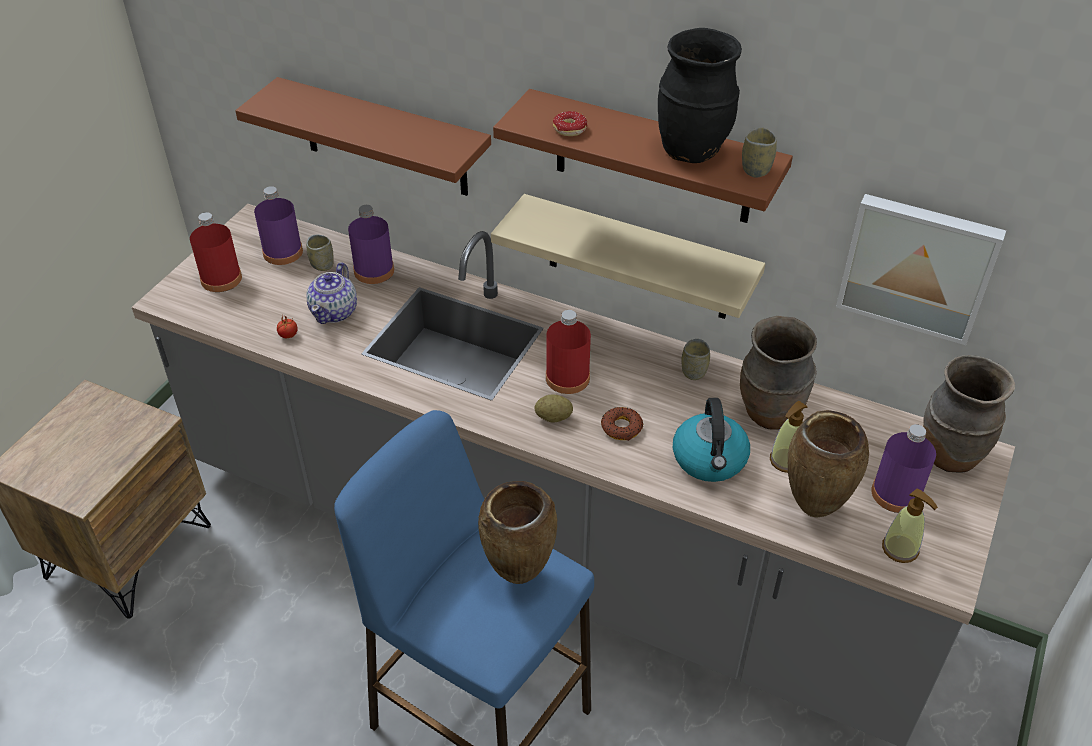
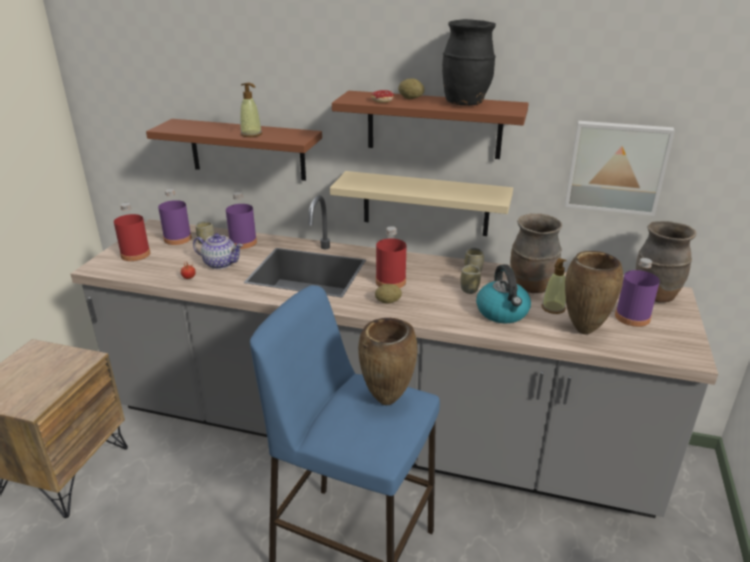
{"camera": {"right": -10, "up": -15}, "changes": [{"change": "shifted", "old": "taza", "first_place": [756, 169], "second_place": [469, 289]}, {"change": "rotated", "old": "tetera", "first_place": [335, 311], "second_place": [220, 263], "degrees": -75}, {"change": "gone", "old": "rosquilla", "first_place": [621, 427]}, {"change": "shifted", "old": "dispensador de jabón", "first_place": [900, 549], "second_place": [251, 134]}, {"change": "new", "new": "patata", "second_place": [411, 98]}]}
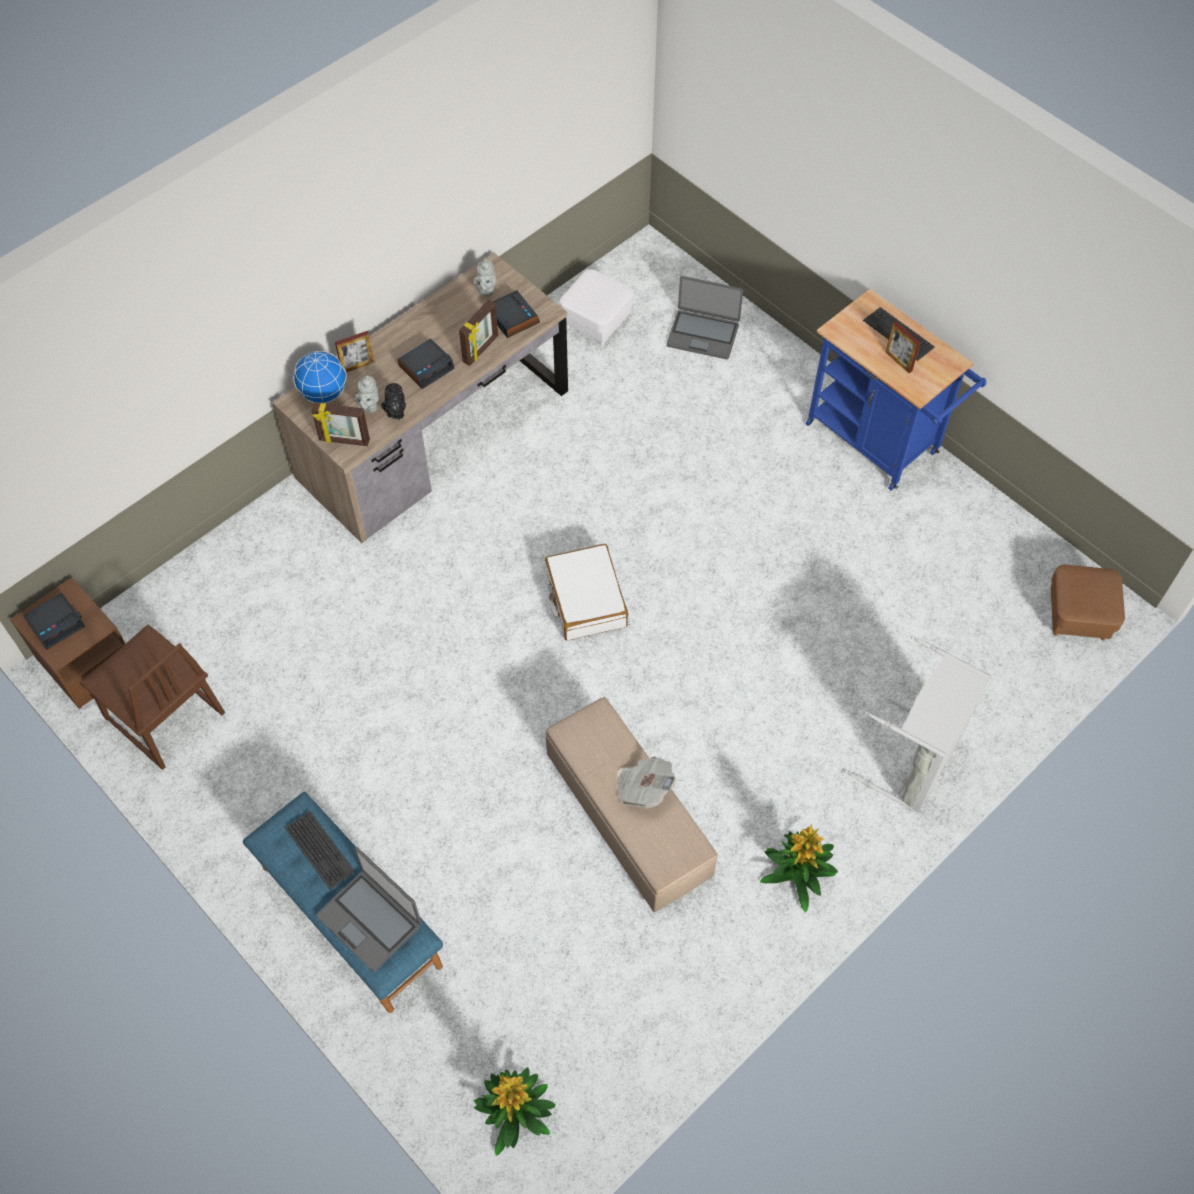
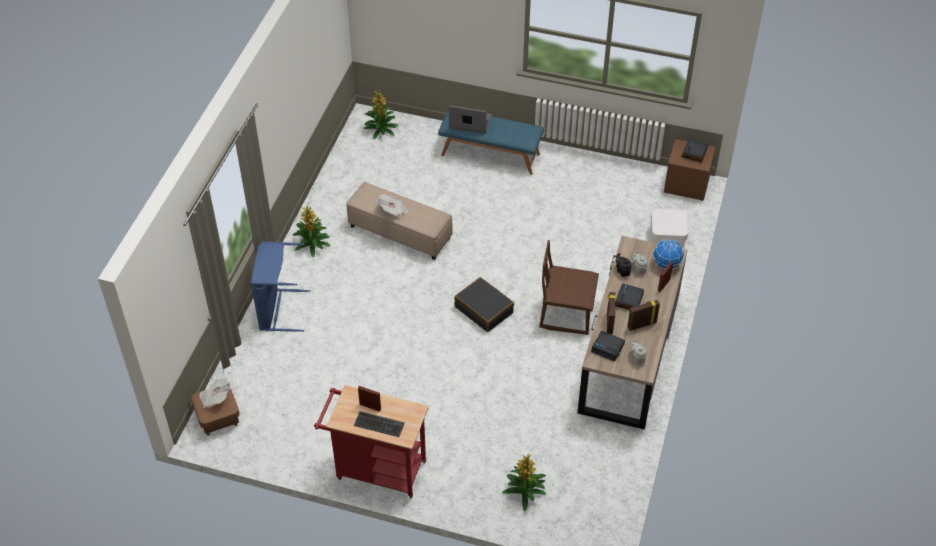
{"camera": {"right": 150, "up": -10}, "changes": [{"change": "shifted", "old": "puf [blanco]", "first_place": [596, 322], "second_place": [667, 238]}, {"change": "swapped", "old": "portátil", "new": "planta en maceta", "first_place": [703, 334], "second_place": [524, 491]}, {"change": "repainted", "old": "carrito [azul]", "new": "carrito [rojo]", "first_place": [878, 443], "second_place": [376, 469]}, {"change": "shifted", "old": "portarretratos", "first_place": [344, 441], "second_place": [641, 324]}, {"change": "repainted", "old": "maleta [blanco]", "new": "maleta [negro]", "first_place": [585, 600], "second_place": [484, 309]}, {"change": "shifted", "old": "silla [marrón]", "first_place": [164, 717], "second_place": [566, 313]}, {"change": "repainted", "old": "cesto de la ropa [gris]", "new": "cesto de la ropa [azul]", "first_place": [914, 762], "second_place": [278, 310]}, {"change": "gone", "old": "teclado", "first_place": [319, 850]}, {"change": "new", "new": "periódico", "second_place": [215, 398]}]}
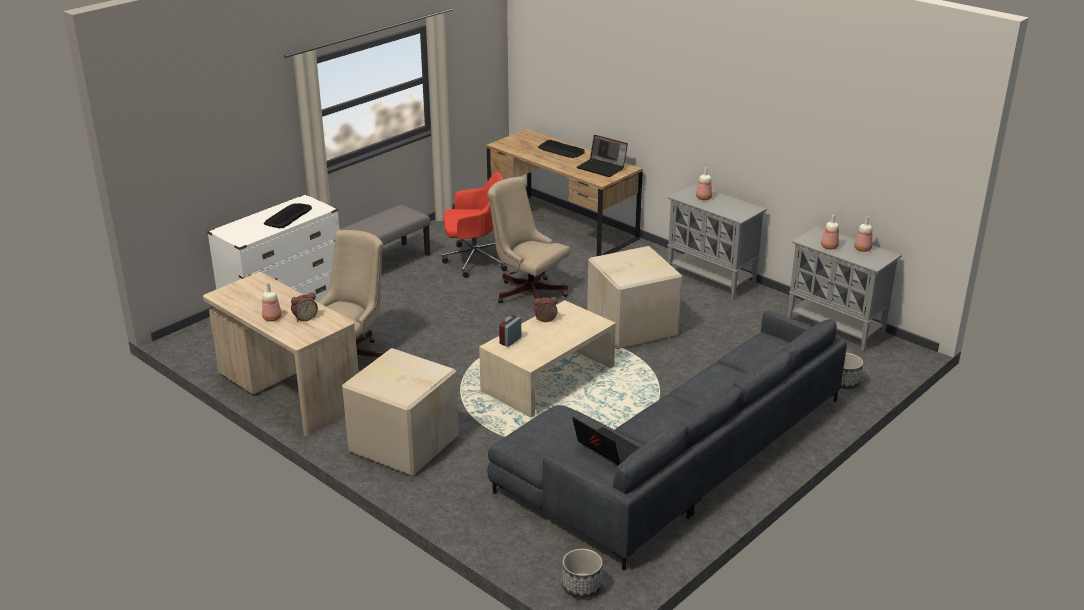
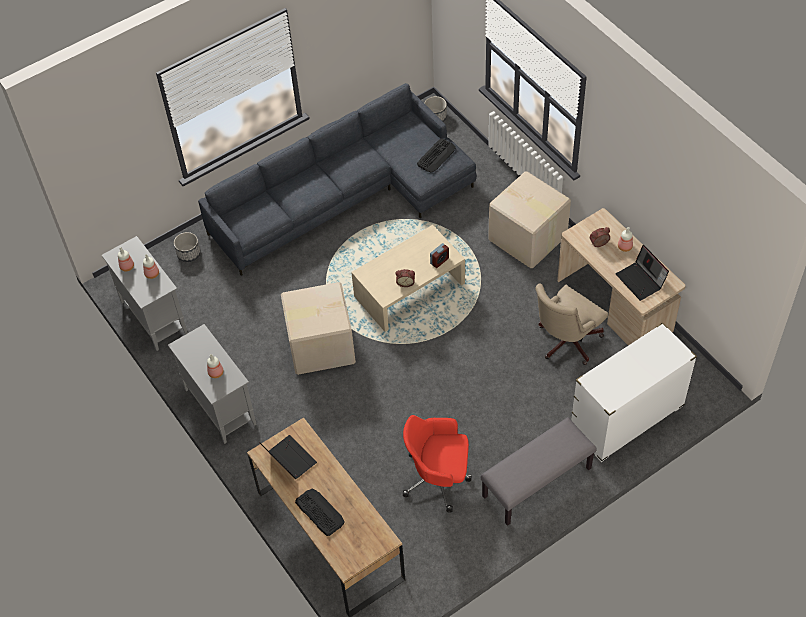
{"camera": {"right": -165, "up": 25}, "changes": [{"change": "gone", "old": "silla de oficina [beis]", "first_place": [527, 292]}, {"change": "shifted", "old": "teclado", "first_place": [287, 216], "second_place": [436, 156]}, {"change": "shifted", "old": "portátil", "first_place": [606, 449], "second_place": [641, 281]}]}
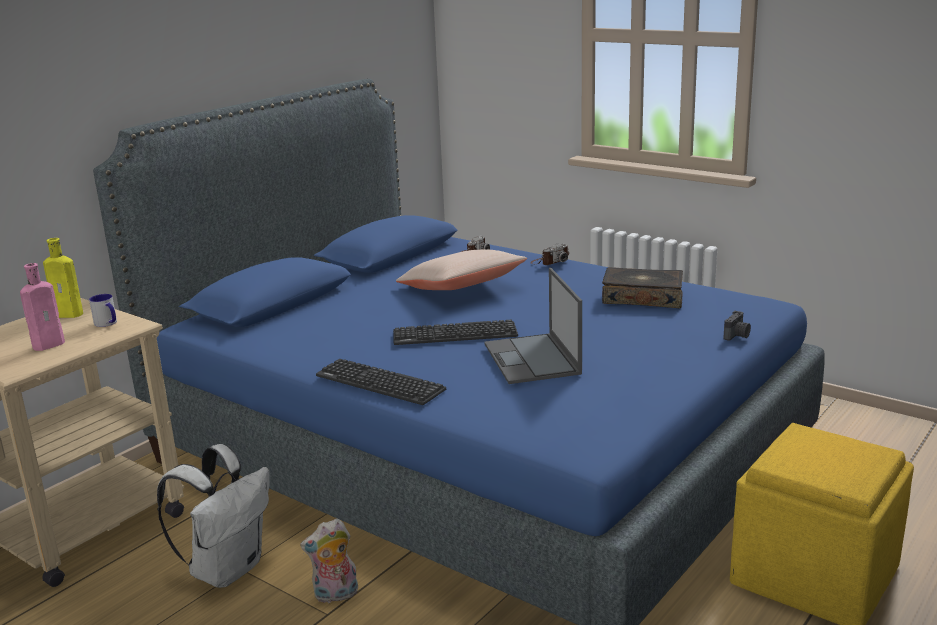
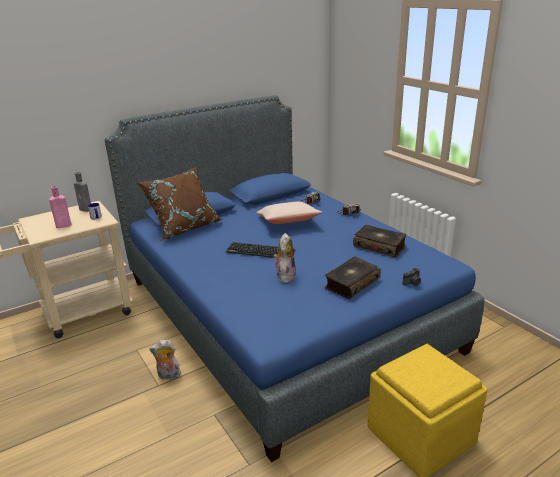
{"camera": {"right": 20, "up": 5}, "changes": [{"change": "repainted", "old": "botella [amarillo]", "new": "botella [gris]", "first_place": [70, 314], "second_place": [86, 209]}, {"change": "swapped", "old": "portátil", "new": "peluche", "first_place": [532, 359], "second_place": [285, 276]}, {"change": "gone", "old": "teclado", "first_place": [379, 383]}, {"change": "gone", "old": "mochila [blanco]", "first_place": [227, 569]}, {"change": "new", "new": "cojín [marrón]", "second_place": [184, 227]}, {"change": "new", "new": "libro", "second_place": [351, 283]}]}
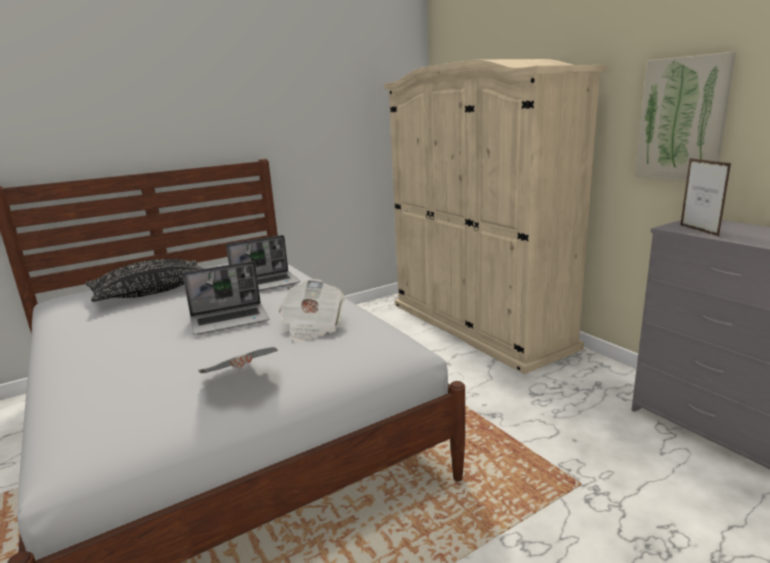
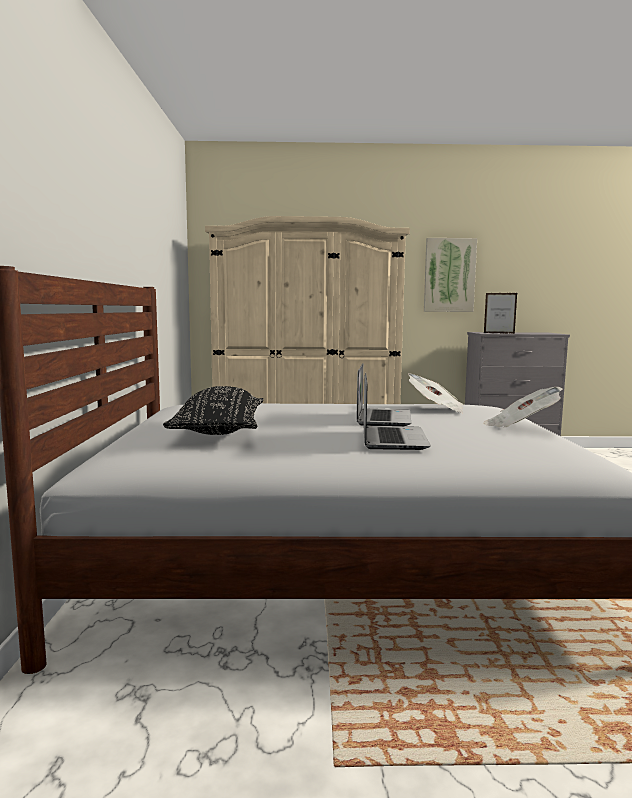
{"camera": {"right": -60, "up": -10}, "changes": [{"change": "shifted", "old": "portátil", "first_place": [266, 284], "second_place": [392, 439]}]}
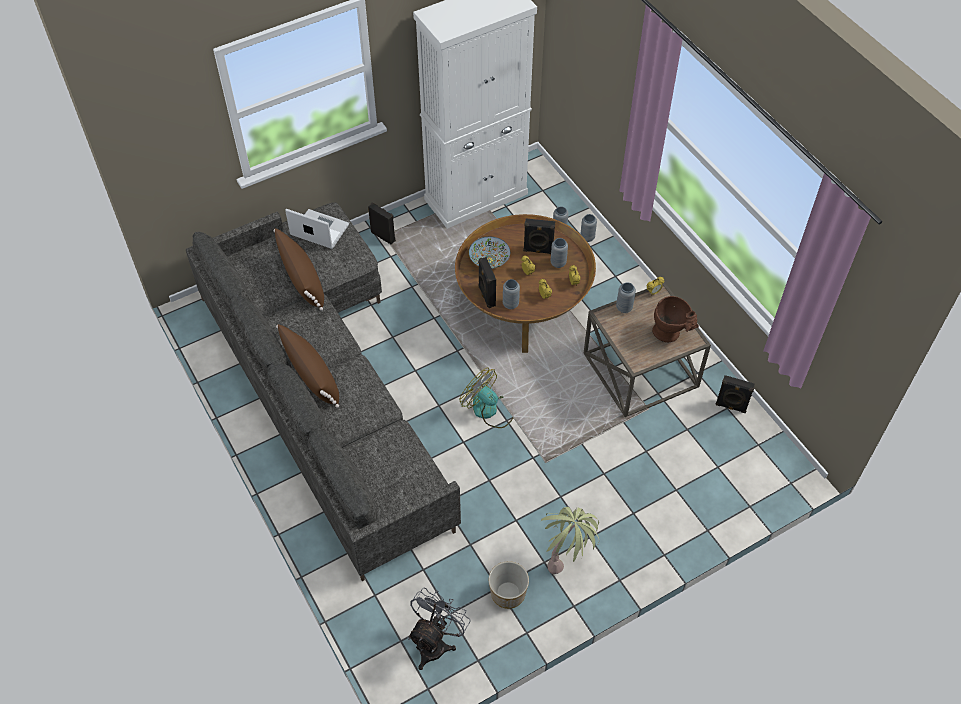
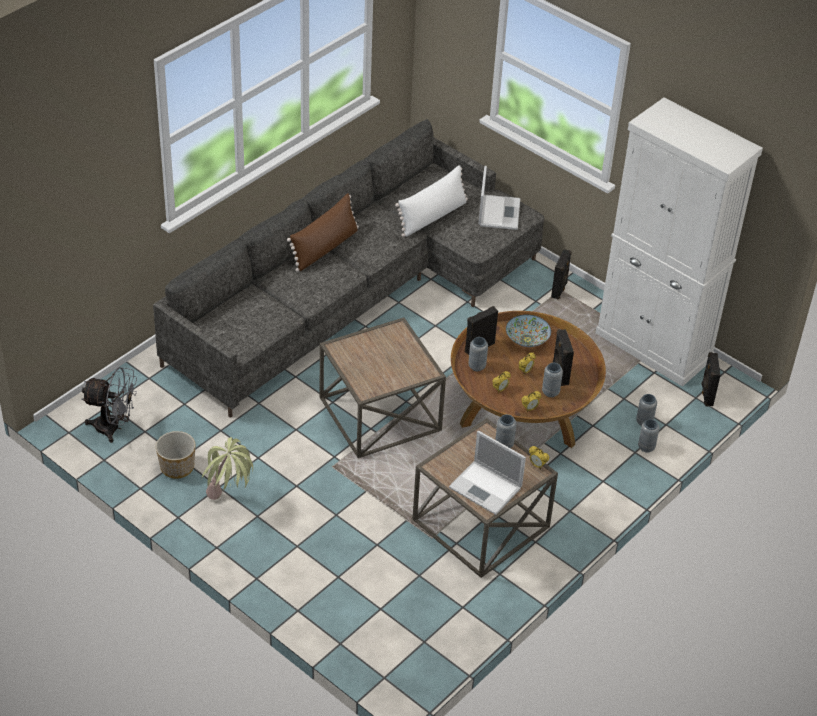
{"camera": {"right": 70, "up": -10}, "changes": [{"change": "repainted", "old": "cojín [marrón]", "new": "cojín [blanco]", "first_place": [302, 280], "second_place": [432, 216]}, {"change": "swapped", "old": "florero [marrón]", "new": "portátil", "first_place": [671, 334], "second_place": [486, 488]}, {"change": "swapped", "old": "ventilador", "new": "mesa auxiliar [marrón]", "first_place": [490, 409], "second_place": [379, 413]}, {"change": "shifted", "old": "altavoz [negro]", "first_place": [730, 407], "second_place": [706, 395]}]}
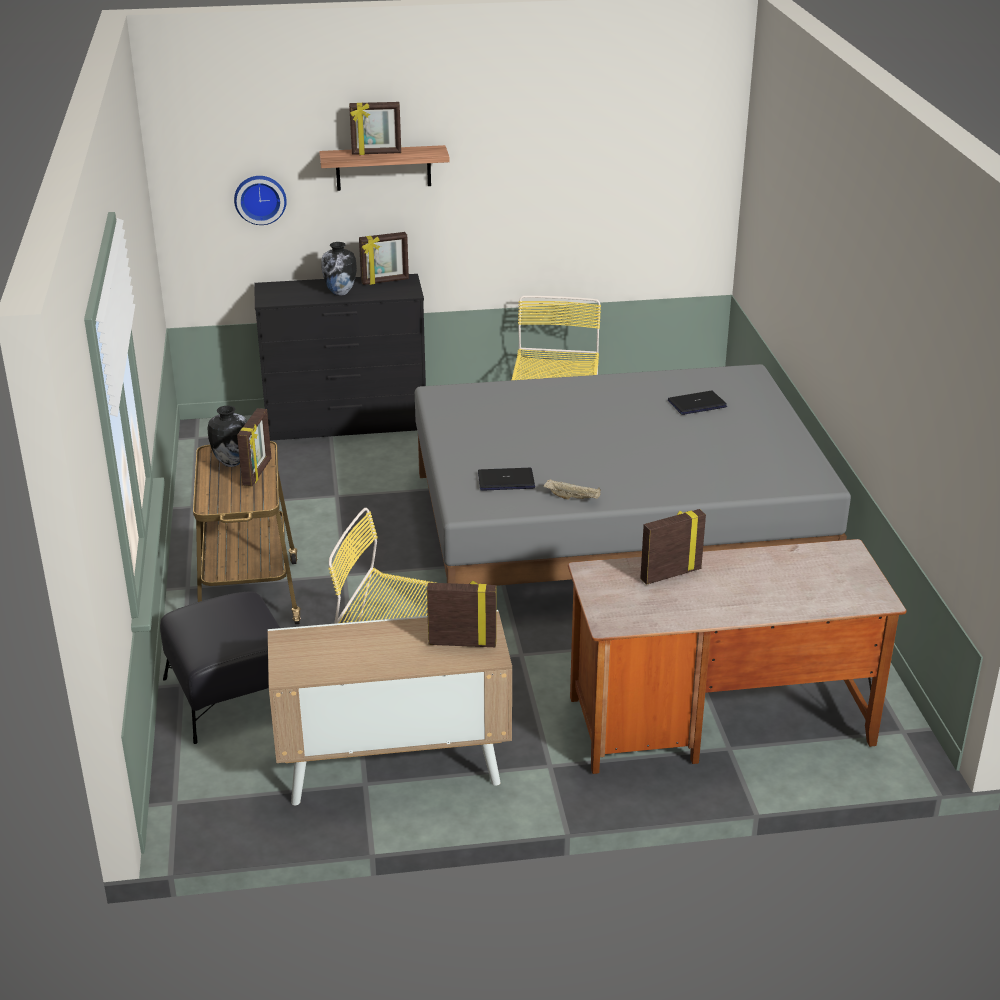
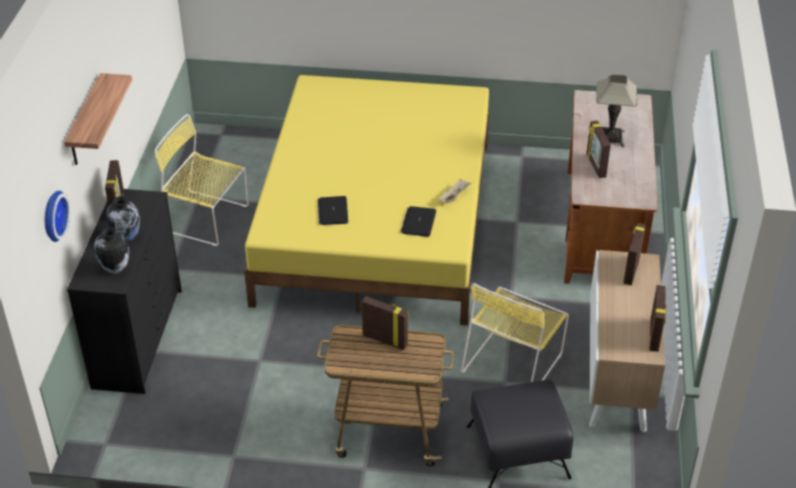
{"camera": {"right": -75, "up": 10}, "changes": [{"change": "shifted", "old": "portarretratos", "first_place": [376, 153], "second_place": [655, 335]}, {"change": "repainted", "old": "cama [gris]", "new": "cama [amarillo]", "first_place": [615, 530], "second_place": [377, 221]}, {"change": "shifted", "old": "portátil", "first_place": [697, 404], "second_place": [333, 211]}, {"change": "shifted", "old": "florero", "first_place": [231, 462], "second_place": [115, 269]}, {"change": "new", "new": "lámpara de mesa", "second_place": [610, 137]}]}
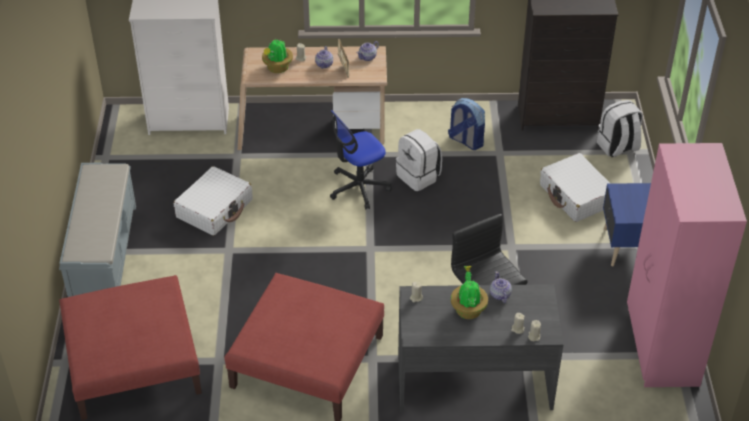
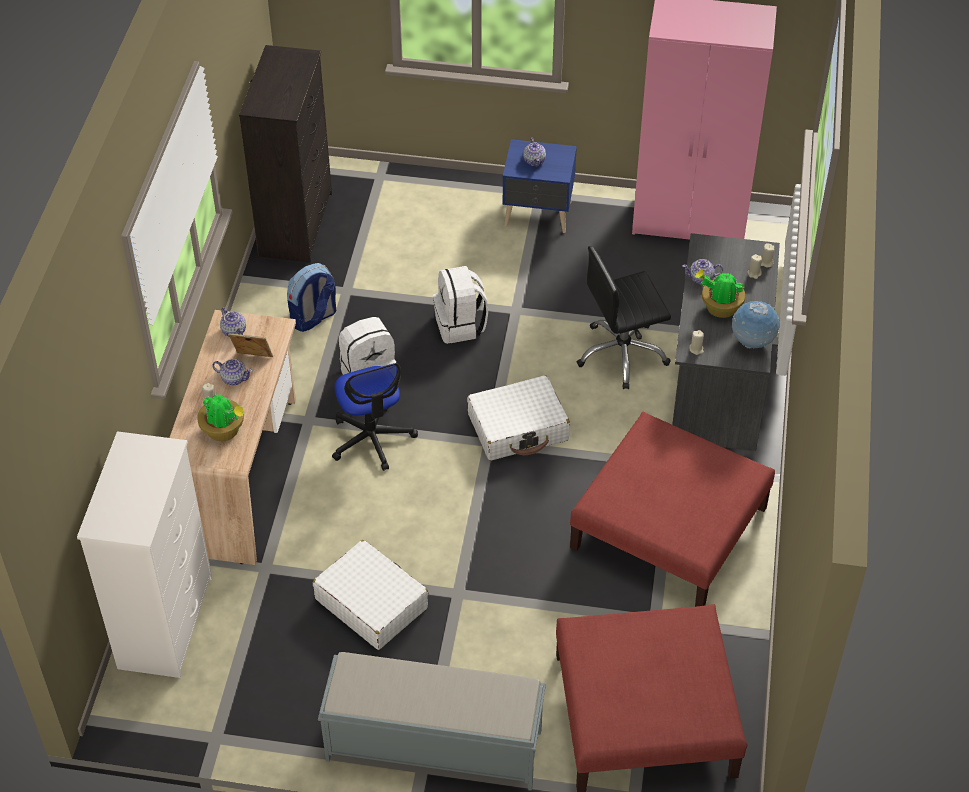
{"camera": {"right": -80, "up": 5}, "changes": [{"change": "shifted", "old": "mochila [blanco]", "first_place": [617, 147], "second_place": [460, 325]}, {"change": "shifted", "old": "maleta [blanco]", "first_place": [576, 196], "second_place": [518, 428]}, {"change": "new", "new": "tetera", "second_place": [534, 160]}, {"change": "new", "new": "globo terráqueo", "second_place": [752, 342]}]}
